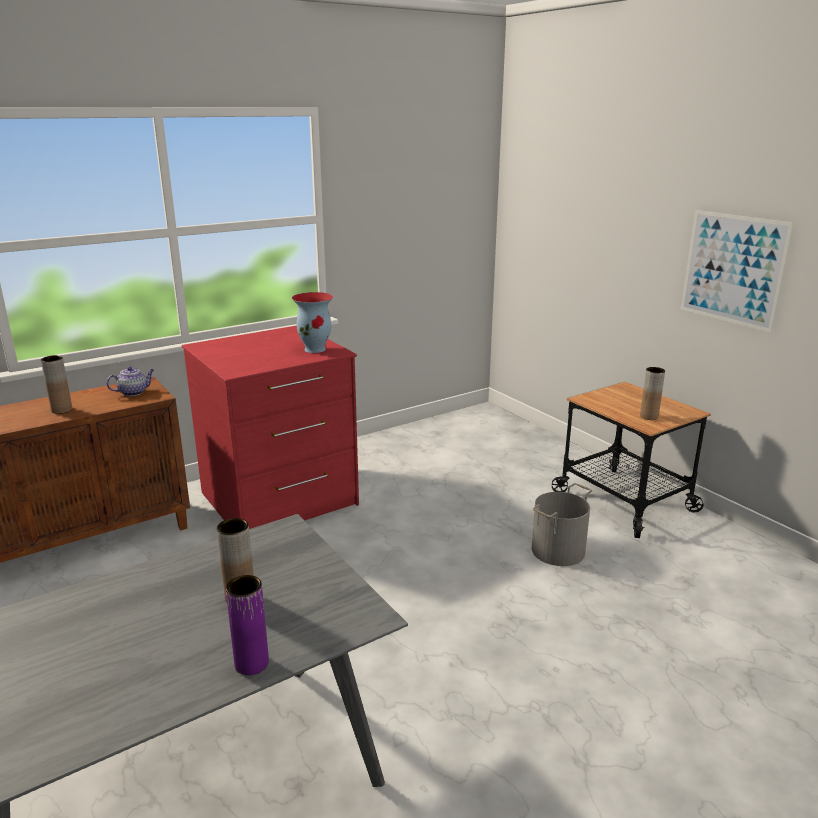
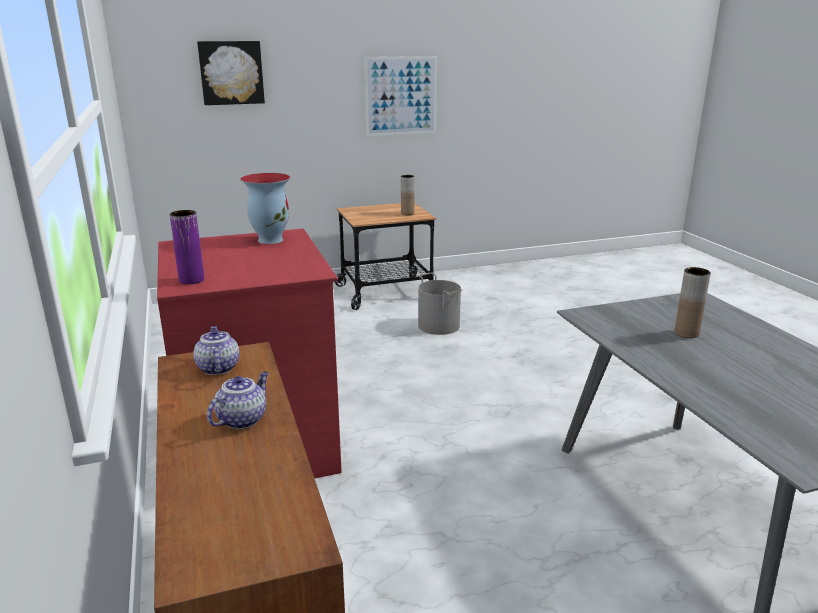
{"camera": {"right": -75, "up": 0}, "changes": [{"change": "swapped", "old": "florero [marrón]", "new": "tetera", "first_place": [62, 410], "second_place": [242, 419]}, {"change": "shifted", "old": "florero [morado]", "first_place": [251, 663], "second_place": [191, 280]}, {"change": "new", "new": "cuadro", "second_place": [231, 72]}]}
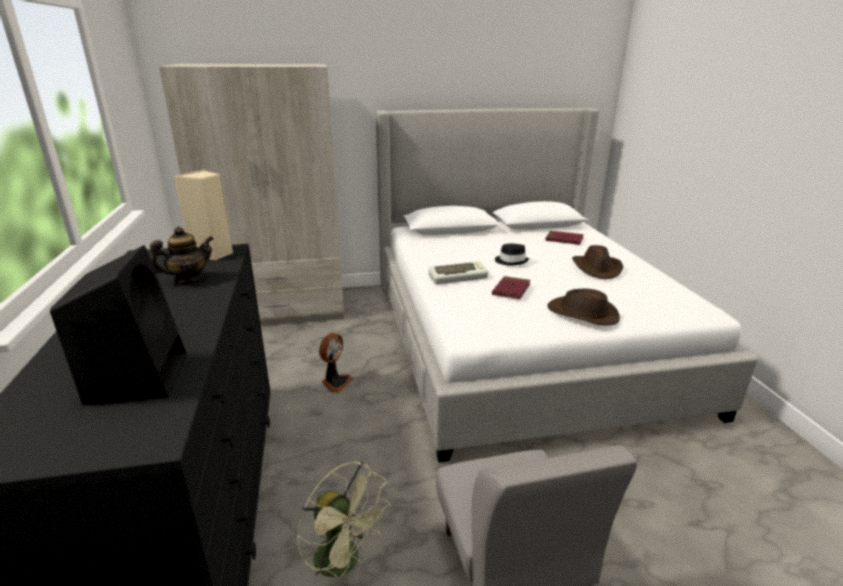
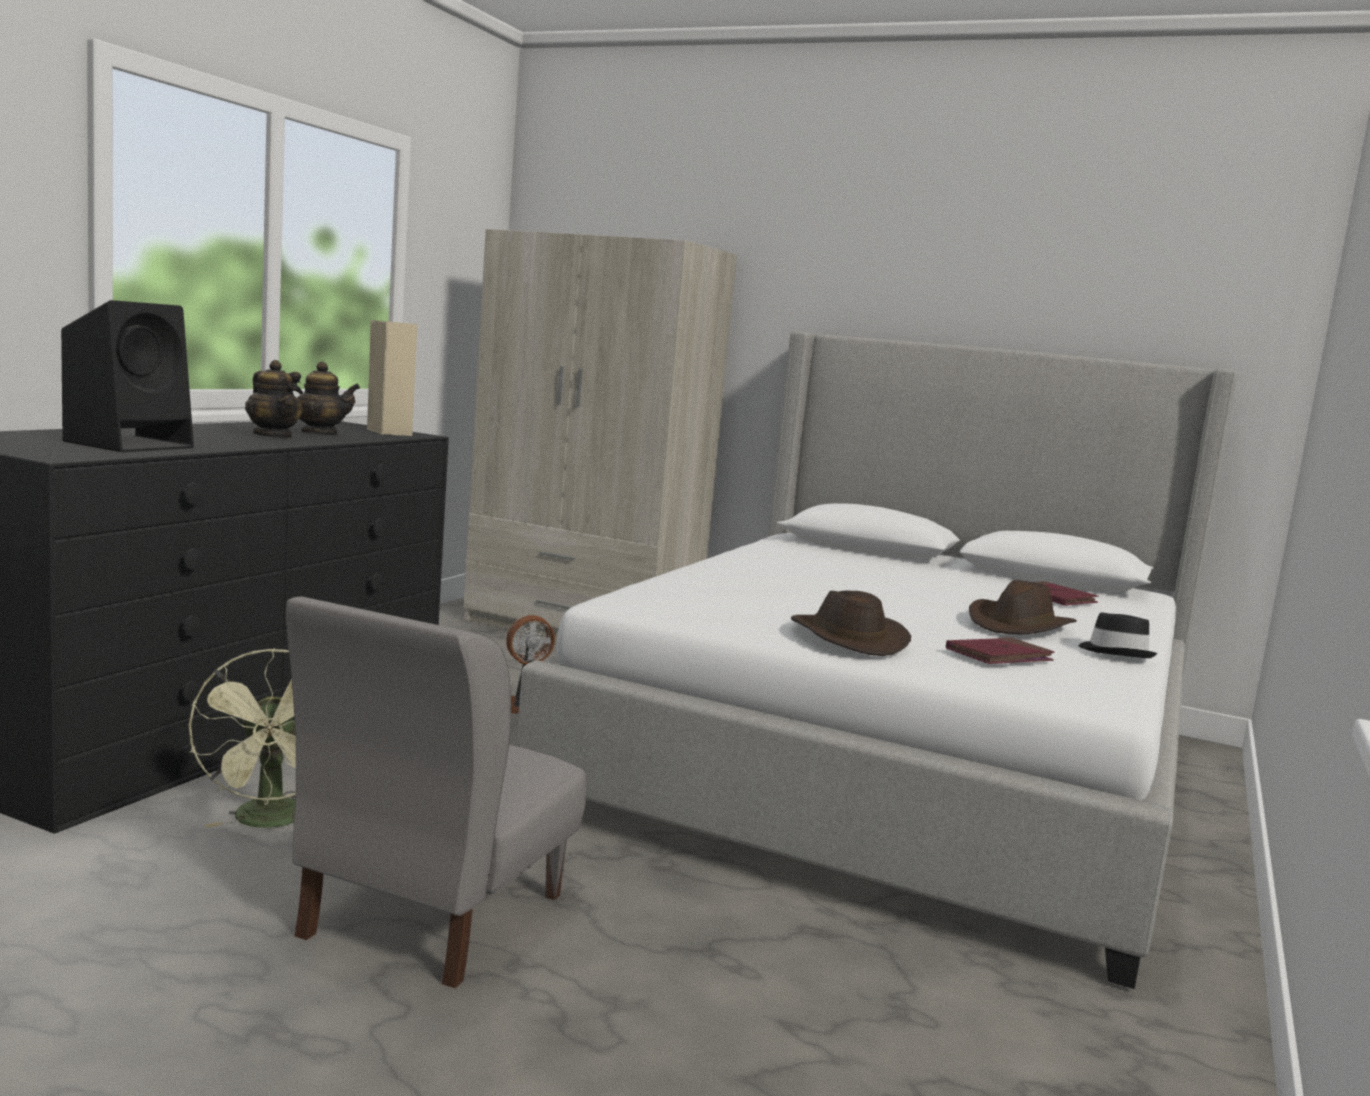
{"camera": {"right": 35, "up": -15}, "changes": [{"change": "shifted", "old": "sombrero [negro]", "first_place": [511, 261], "second_place": [1115, 652]}, {"change": "gone", "old": "teclado", "first_place": [458, 277]}, {"change": "shifted", "old": "libro [rojo]", "first_place": [511, 290], "second_place": [998, 656]}, {"change": "new", "new": "tetera", "second_place": [273, 436]}]}
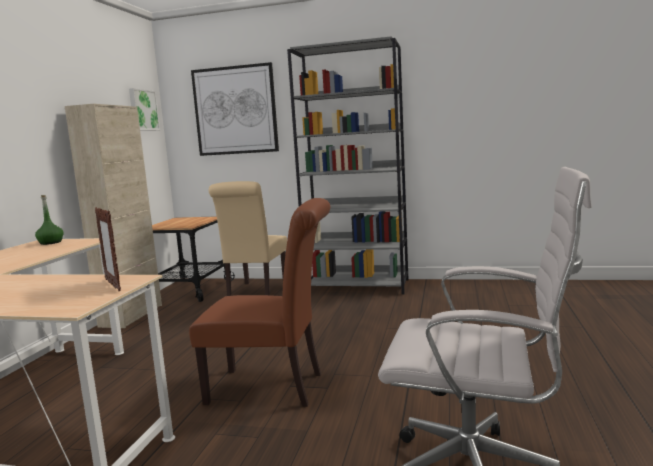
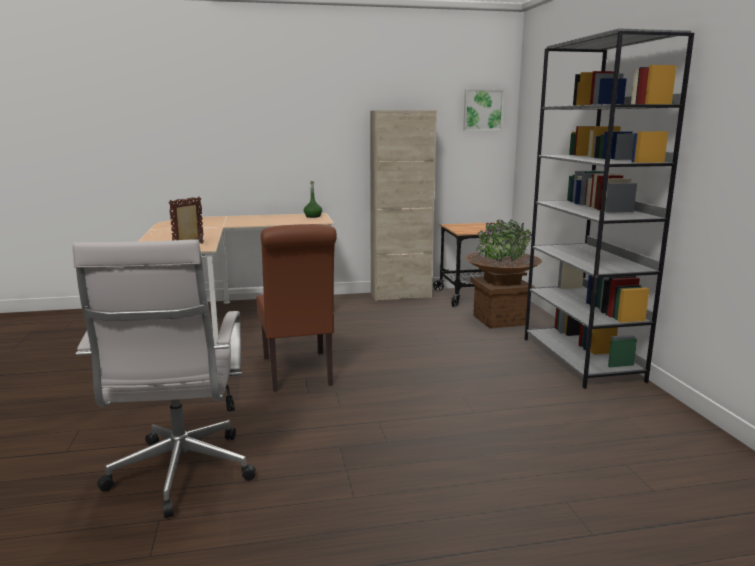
{"camera": {"right": 65, "up": 5}, "changes": [{"change": "gone", "old": "cuadro", "first_place": [235, 110]}, {"change": "swapped", "old": "silla [beis]", "new": "maceta [marrón]", "first_place": [256, 293], "second_place": [499, 320]}]}
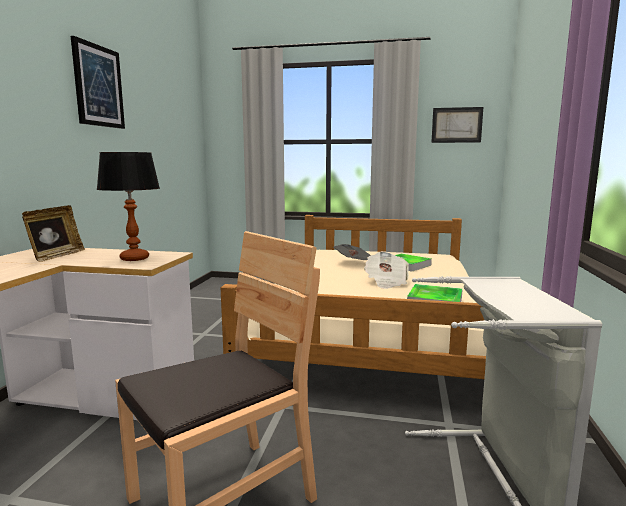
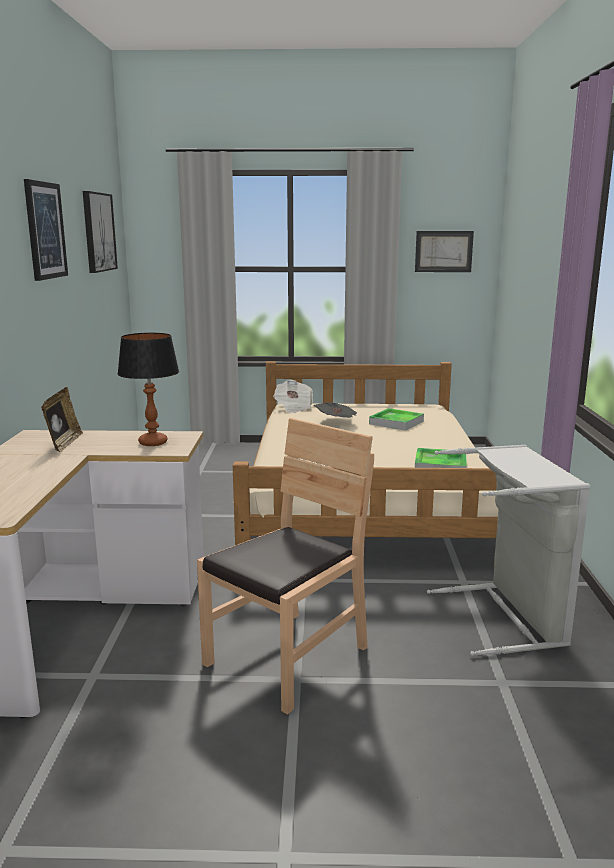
{"camera": {"right": -10, "up": 5}, "changes": [{"change": "shifted", "old": "periódico", "first_place": [386, 282], "second_place": [293, 407]}, {"change": "new", "new": "cuadro", "second_place": [98, 232]}]}
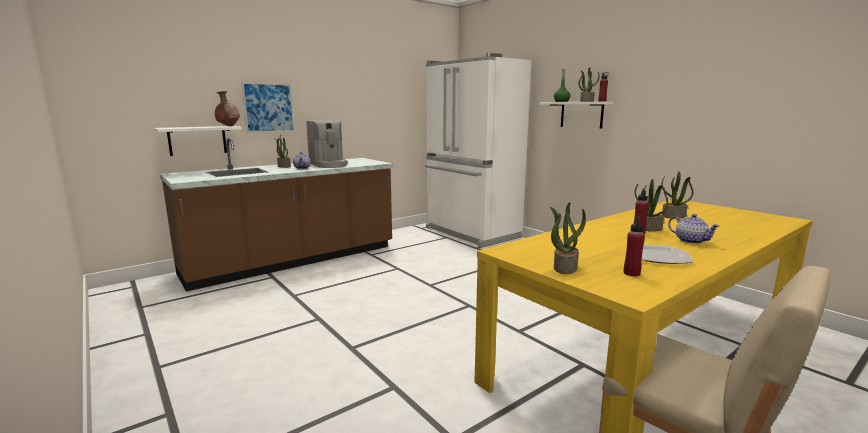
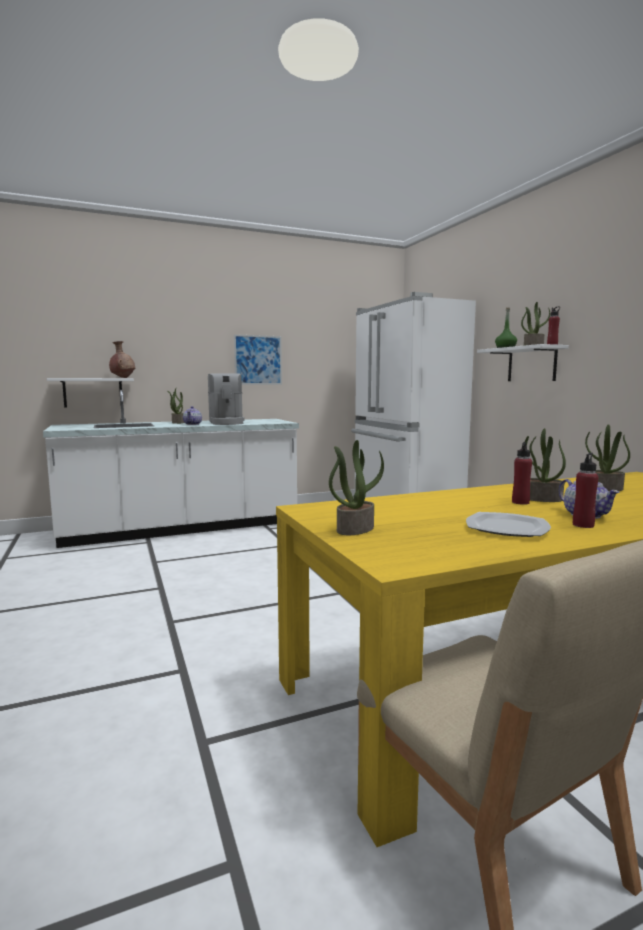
{"camera": {"right": 15, "up": -5}, "changes": [{"change": "shifted", "old": "cuadro", "first_place": [269, 107], "second_place": [258, 360]}, {"change": "repainted", "old": "mueble bajo de cocina [marrón]", "new": "mueble bajo de cocina [blanco]", "first_place": [293, 260], "second_place": [182, 528]}, {"change": "shifted", "old": "botella [rojo]", "first_place": [631, 273], "second_place": [583, 525]}]}
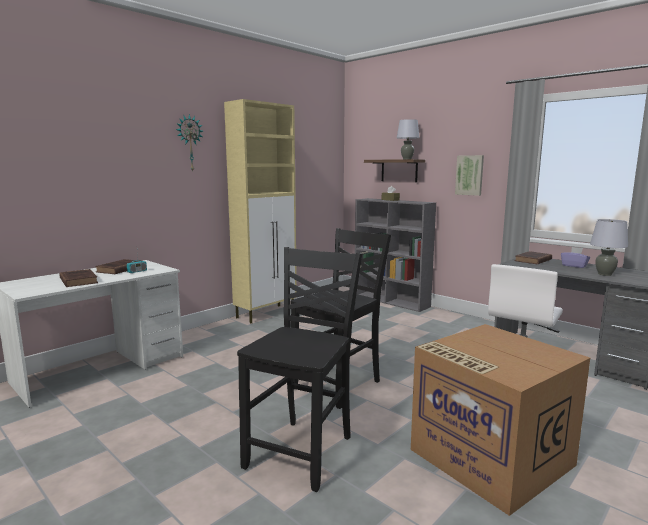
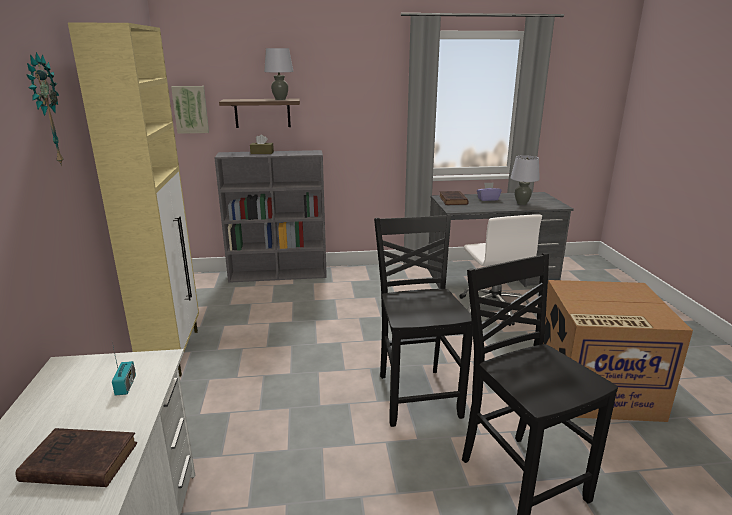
{"camera": {"right": -50, "up": 10}, "changes": [{"change": "shifted", "old": "cuadro", "first_place": [469, 175], "second_place": [191, 109]}, {"change": "gone", "old": "libro [marrón]", "first_place": [119, 269]}]}
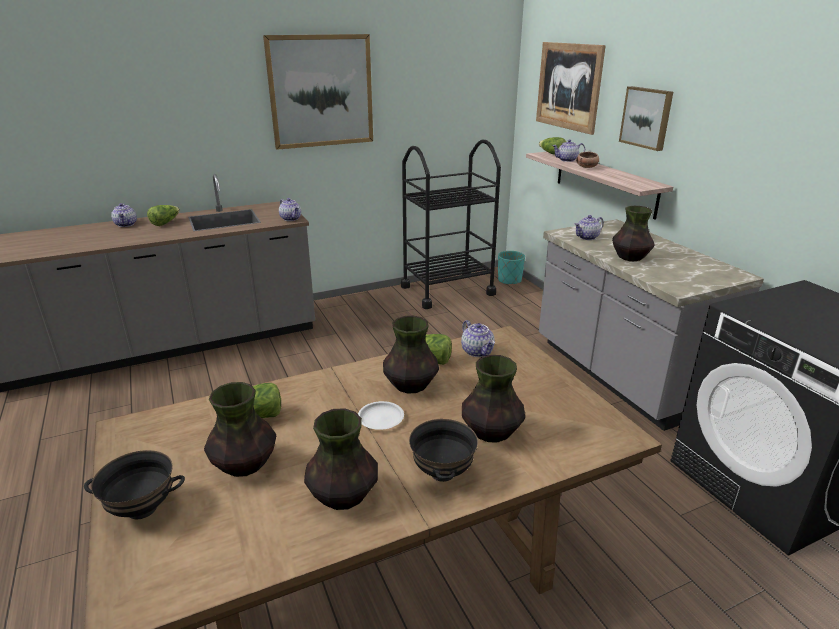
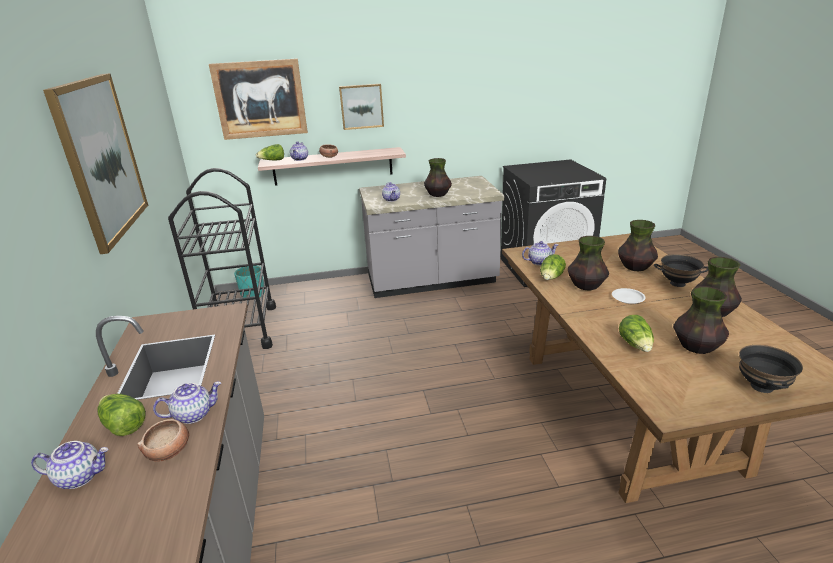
{"camera": {"right": -75, "up": 0}, "changes": [{"change": "shifted", "old": "tetera", "first_place": [291, 219], "second_place": [193, 414]}, {"change": "new", "new": "cuenco", "second_place": [169, 451]}]}
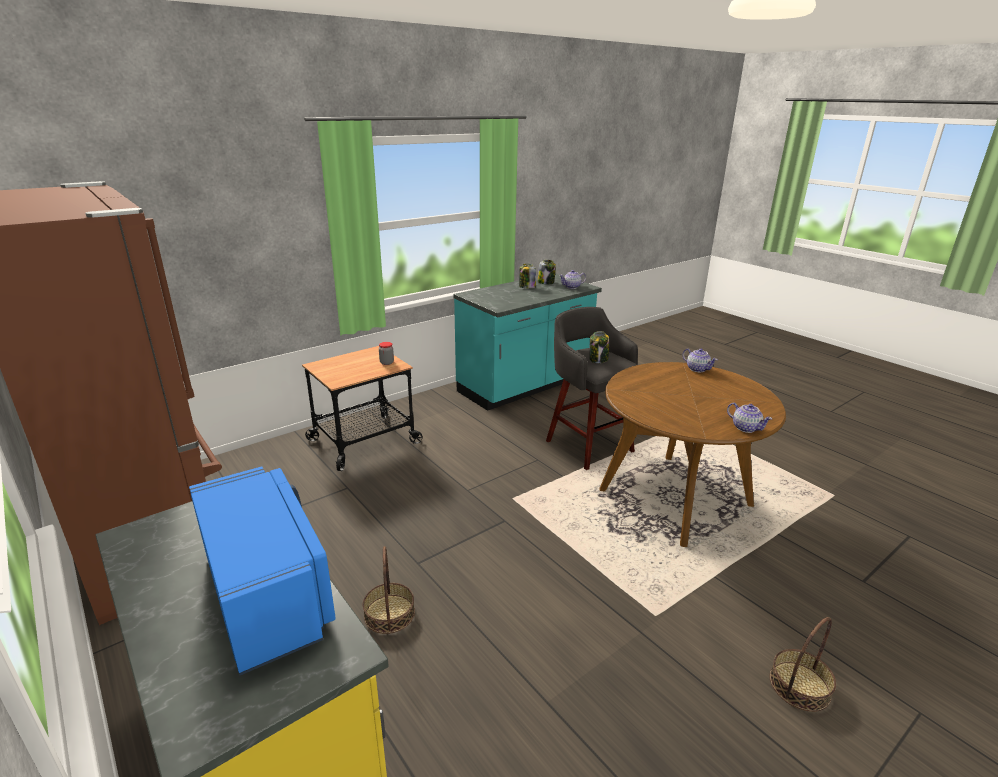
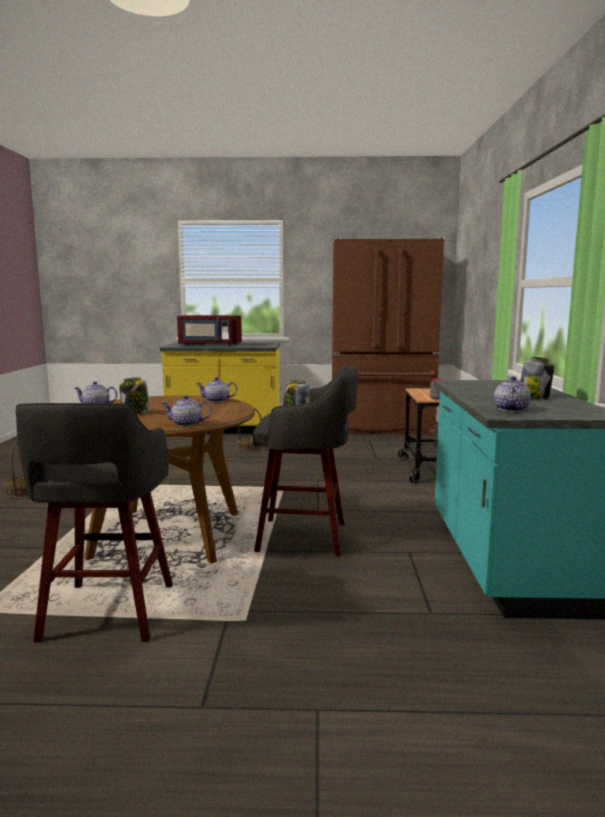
{"camera": {"right": 130, "up": -15}, "changes": [{"change": "shifted", "old": "tarro", "first_place": [546, 282], "second_place": [135, 413]}, {"change": "repainted", "old": "microondas [azul]", "new": "microondas [rojo]", "first_place": [268, 593], "second_place": [209, 345]}, {"change": "new", "new": "tetera", "second_place": [217, 401]}, {"change": "new", "new": "taburete [gris]", "second_place": [107, 614]}]}
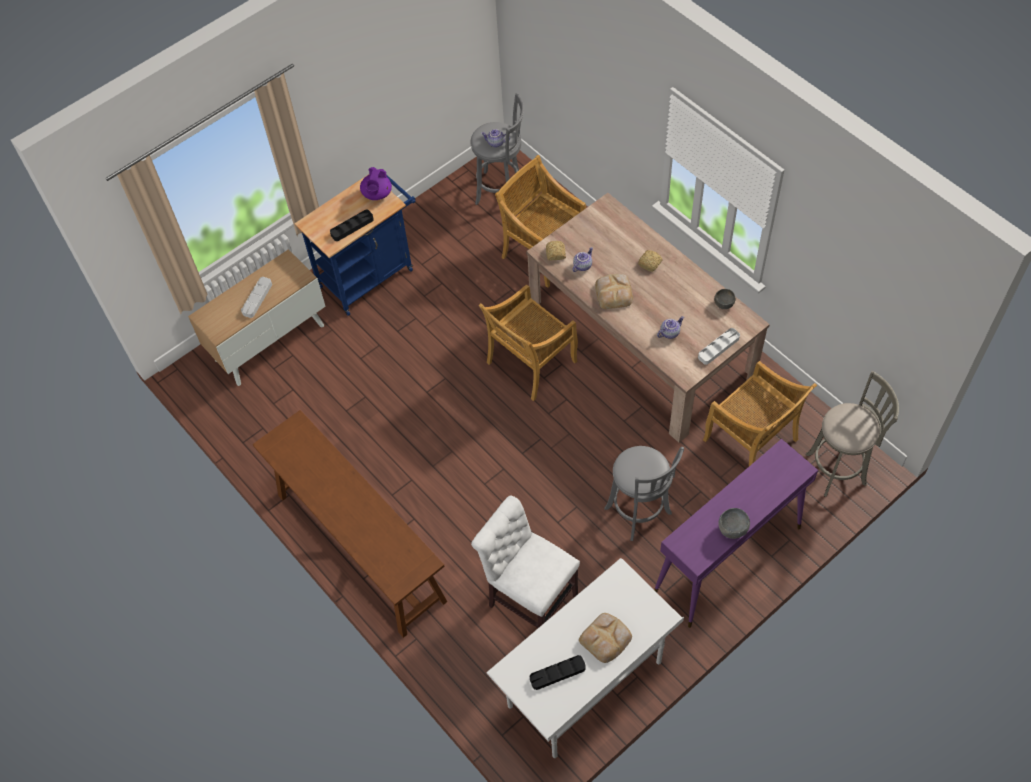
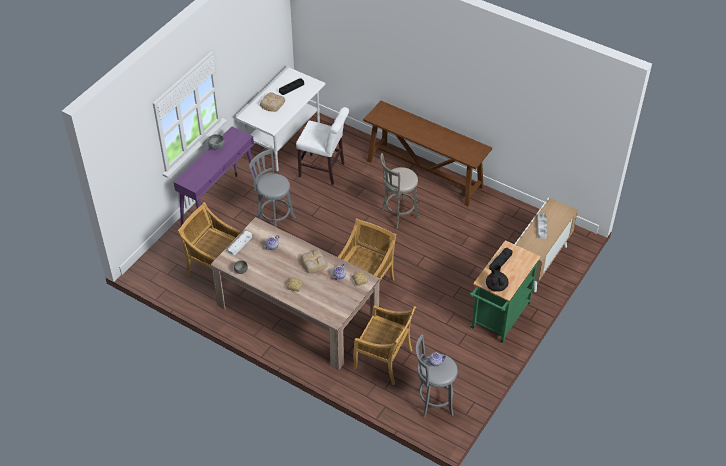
{"camera": {"right": 160, "up": -10}, "changes": [{"change": "repainted", "old": "tetera [morado]", "new": "tetera [negro]", "first_place": [377, 194], "second_place": [496, 286]}, {"change": "repainted", "old": "carrito [azul]", "new": "carrito [verde]", "first_place": [370, 274], "second_place": [498, 319]}, {"change": "shifted", "old": "taburete [gris]", "first_place": [839, 468], "second_place": [398, 215]}]}
